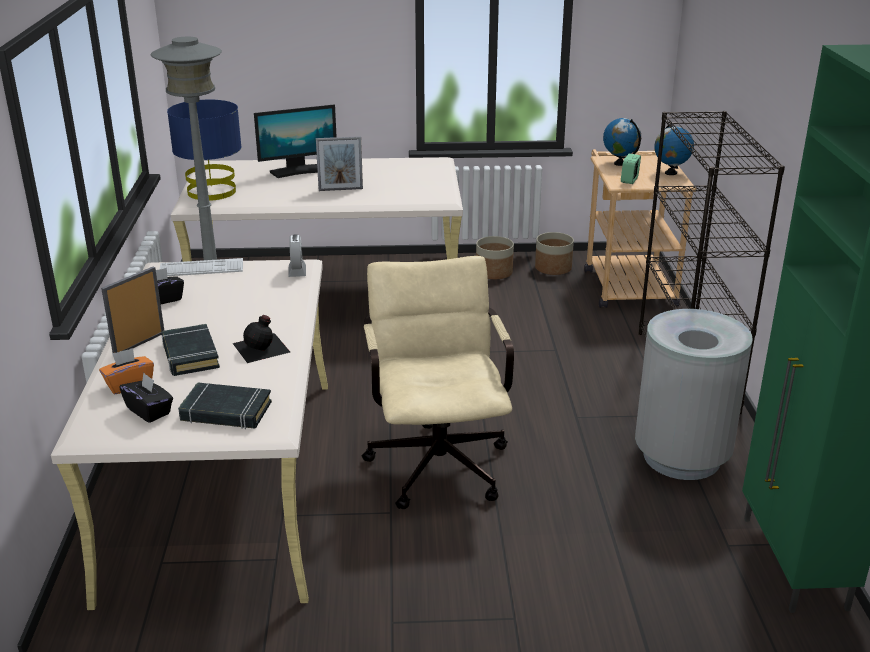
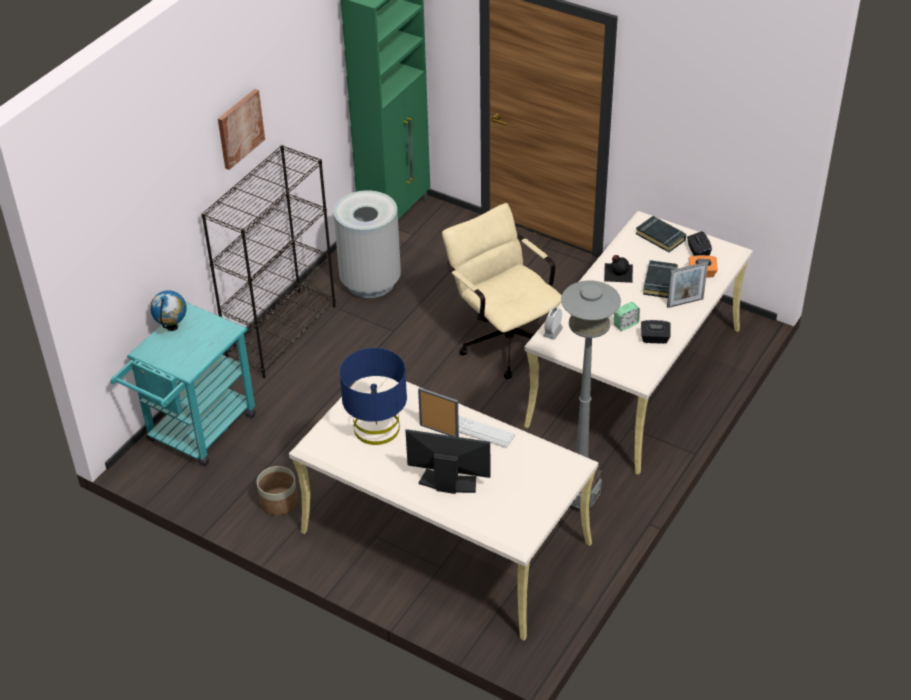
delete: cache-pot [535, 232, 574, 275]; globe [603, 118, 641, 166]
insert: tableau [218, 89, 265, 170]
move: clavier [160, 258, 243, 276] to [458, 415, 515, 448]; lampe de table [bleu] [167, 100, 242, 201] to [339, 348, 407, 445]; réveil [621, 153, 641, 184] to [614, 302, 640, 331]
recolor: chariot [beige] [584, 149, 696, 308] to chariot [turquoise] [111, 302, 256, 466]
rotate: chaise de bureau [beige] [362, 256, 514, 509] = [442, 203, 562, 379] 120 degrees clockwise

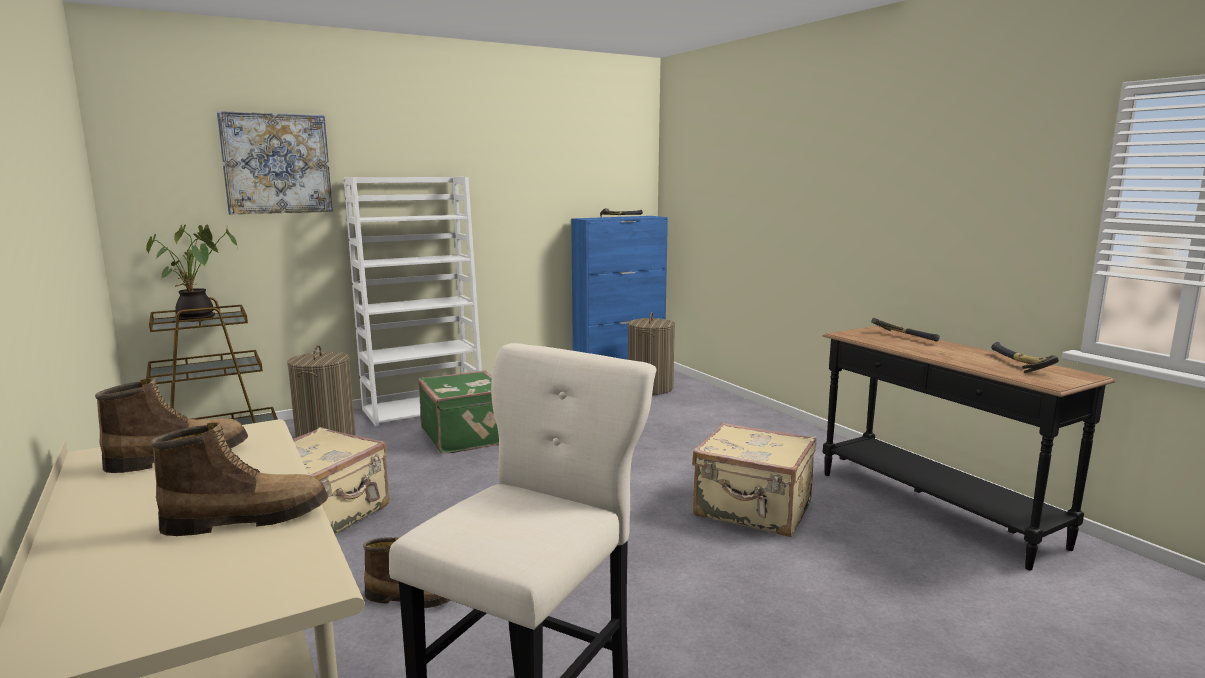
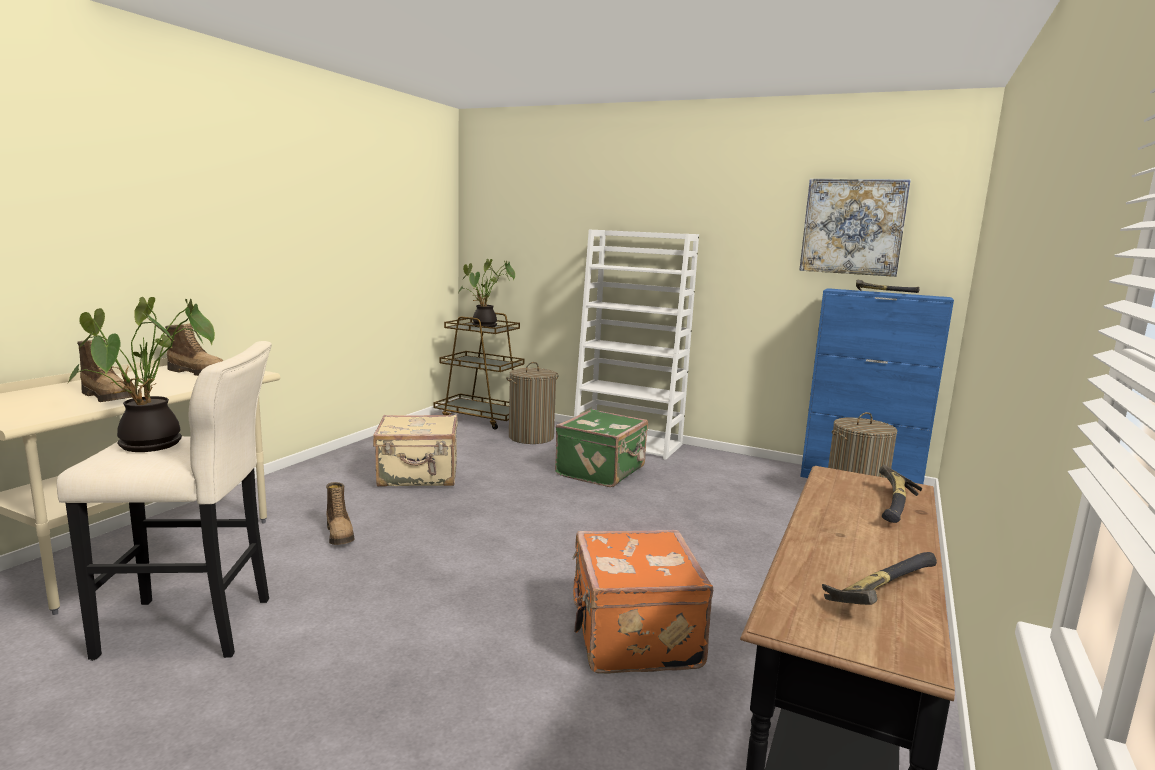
insert: plante en pot [67, 297, 215, 452]
move: tableau [217, 111, 333, 214] to [799, 179, 911, 277]
recolor: valise [beige] [692, 422, 816, 537] to valise [orange] [572, 530, 713, 674]

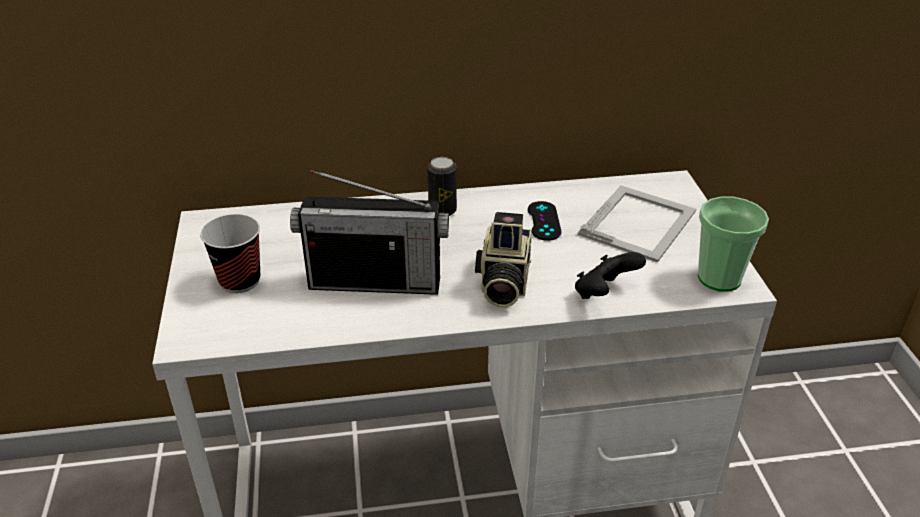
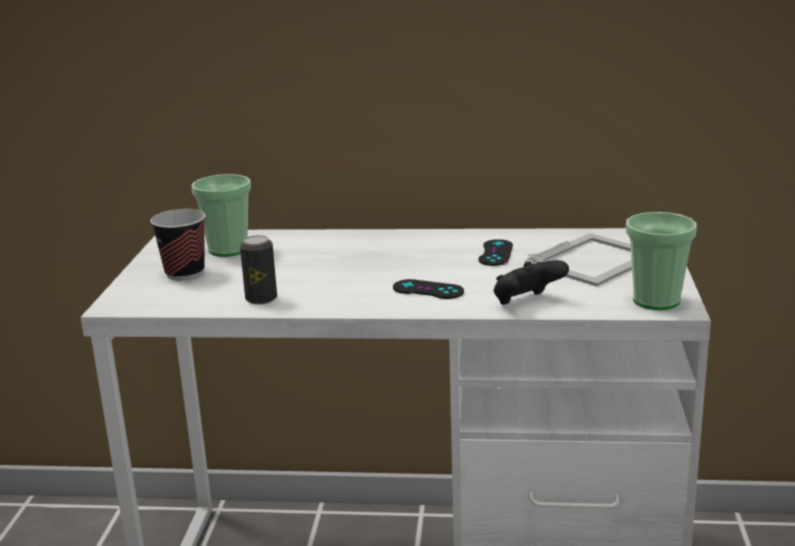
delete: radio [290, 170, 449, 295]
insert: tasse [191, 174, 251, 257]
move: boîte métallique [427, 157, 457, 216] to [240, 235, 277, 305]
replace: appareil photo [475, 212, 532, 307] to manette [noir] [393, 279, 464, 299]

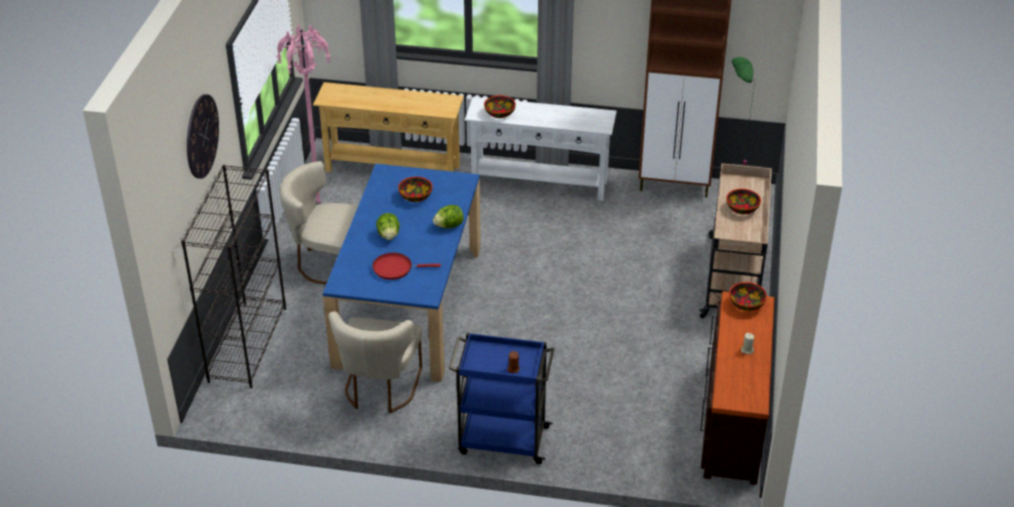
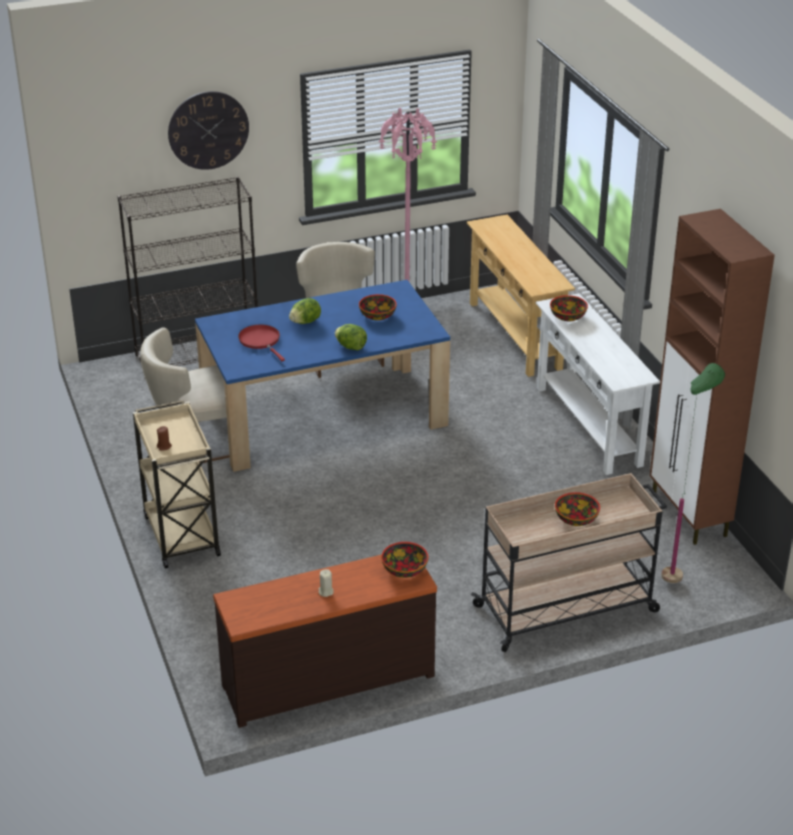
recolor: chariot [bleu] [449, 333, 554, 464] to chariot [beige] [133, 400, 221, 568]

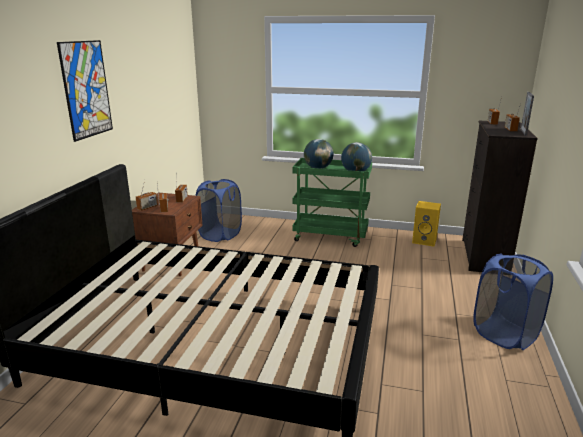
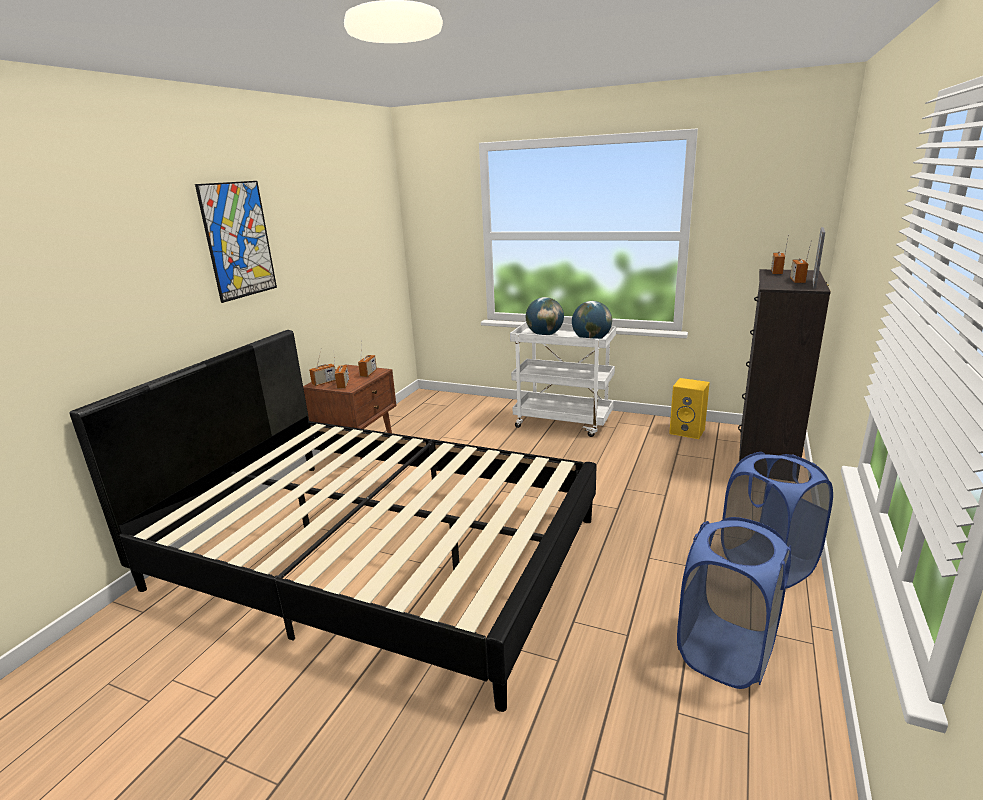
move: panier à linge [bleu] [196, 179, 242, 242] to [677, 517, 791, 689]
recolor: chariot [vert] [293, 158, 372, 247] to chariot [blanc] [510, 322, 616, 437]

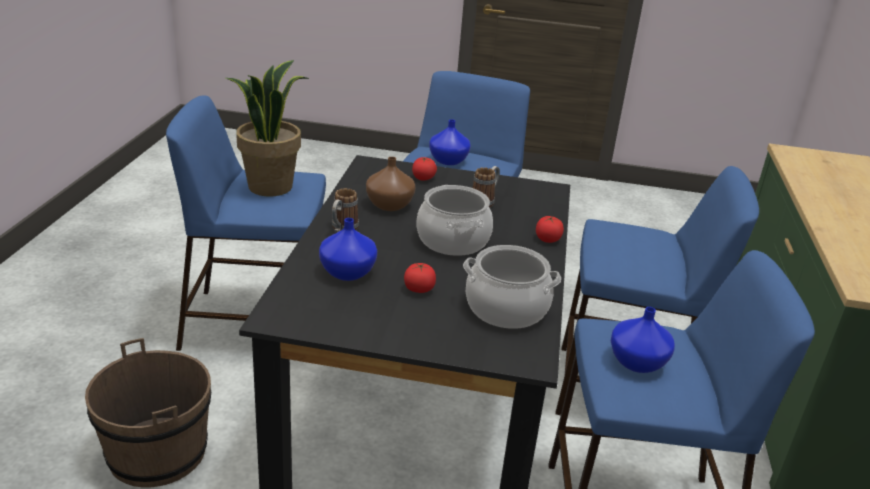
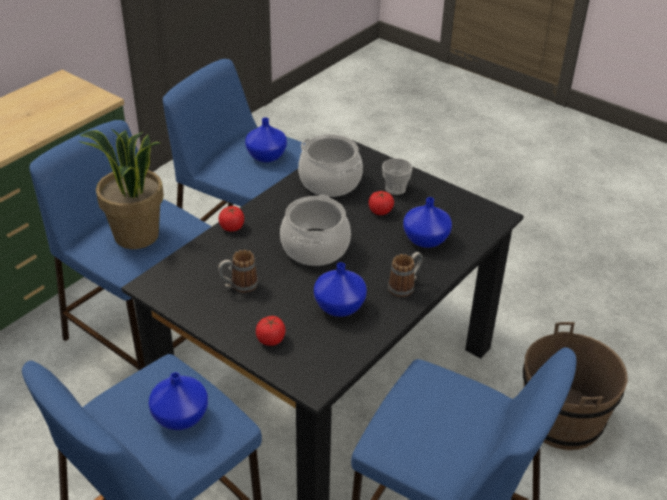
insert: tasse [382, 158, 413, 195]
move: plante en pot [226, 60, 310, 197] to [78, 129, 164, 249]
recolor: vase [marron] [366, 157, 415, 211] to vase [bleu] [314, 262, 367, 317]

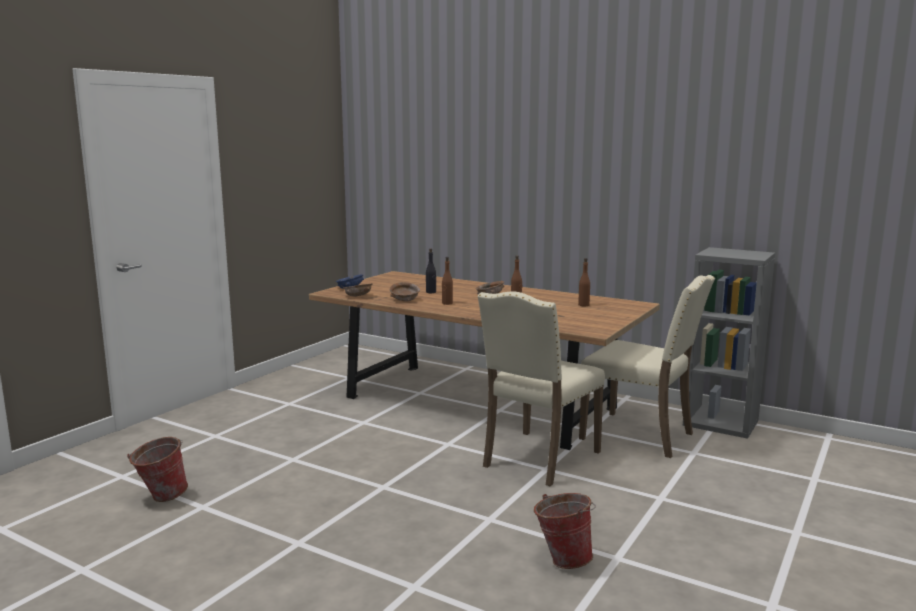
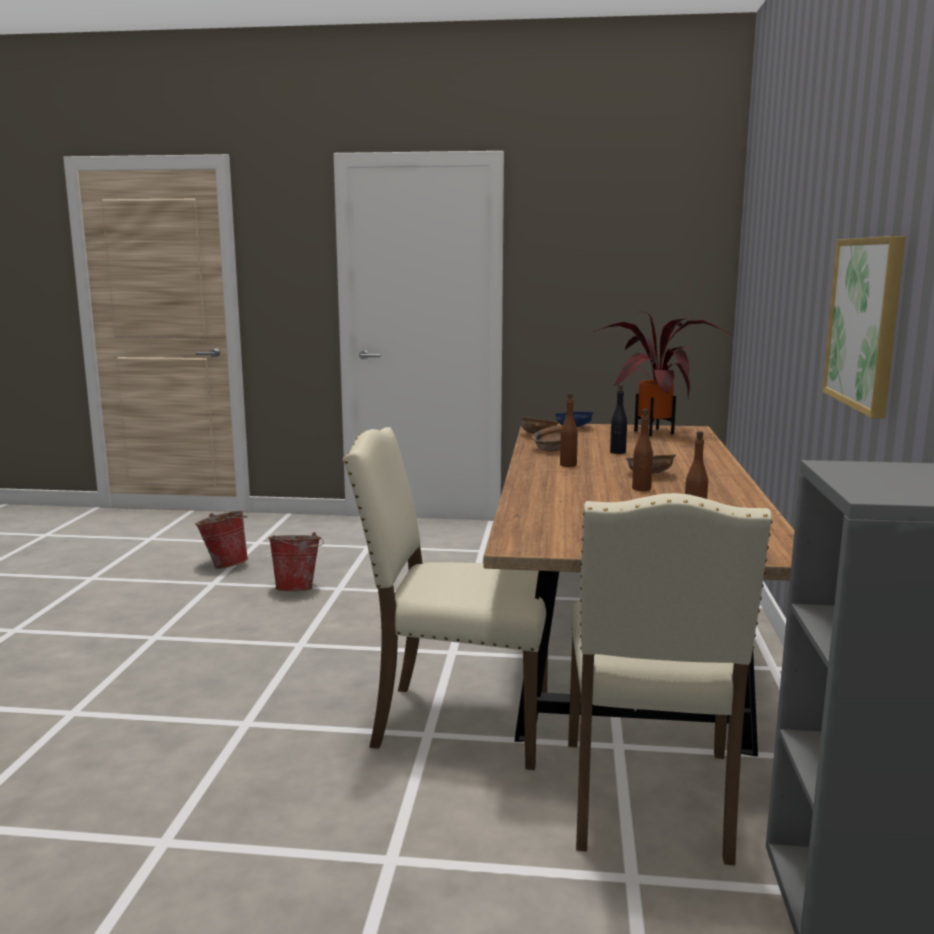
insert: plante en pot [593, 311, 733, 436]; tableau [822, 236, 905, 418]
move: seau [534, 493, 596, 569] to [268, 532, 324, 591]

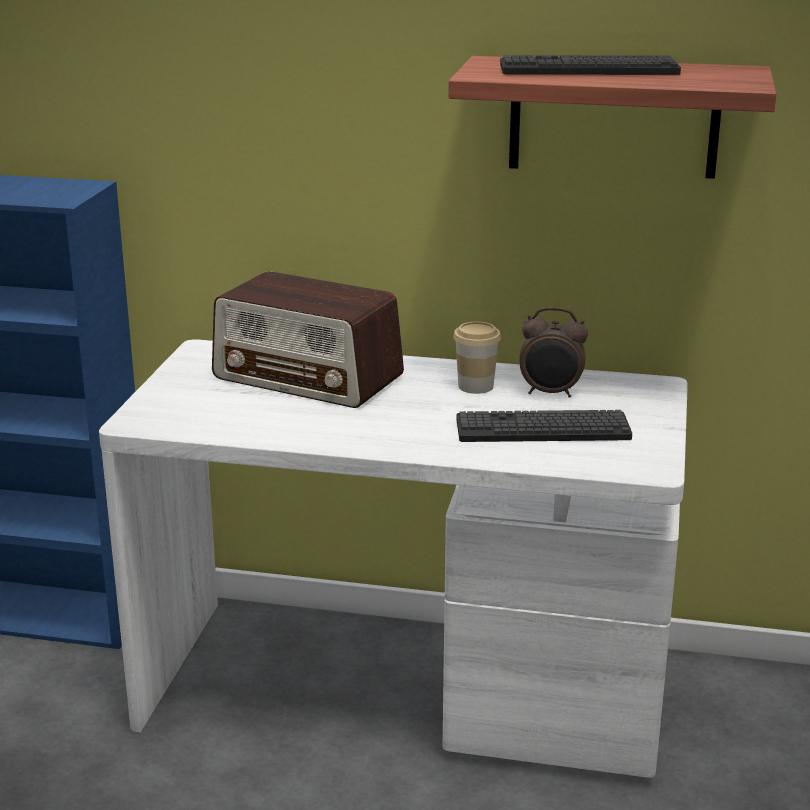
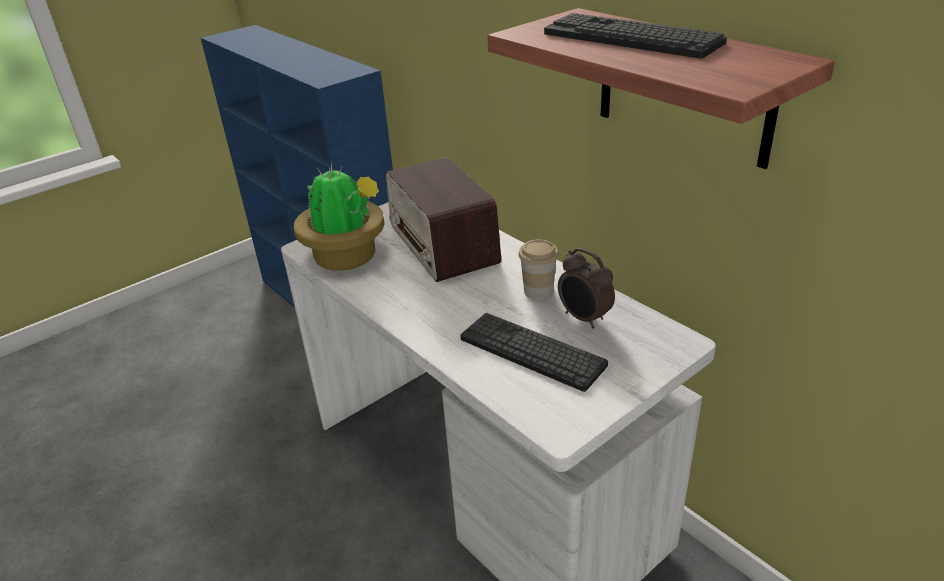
insert: plante en pot [294, 164, 385, 271]

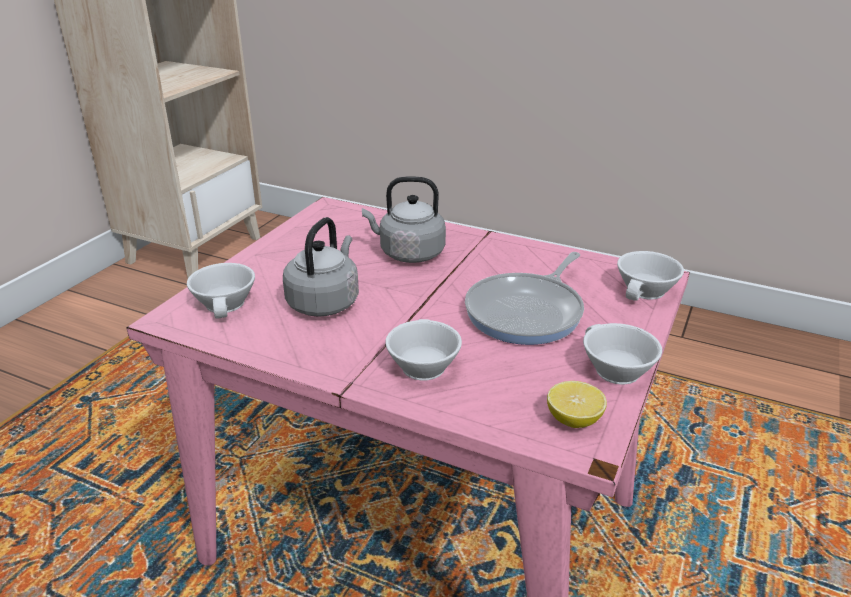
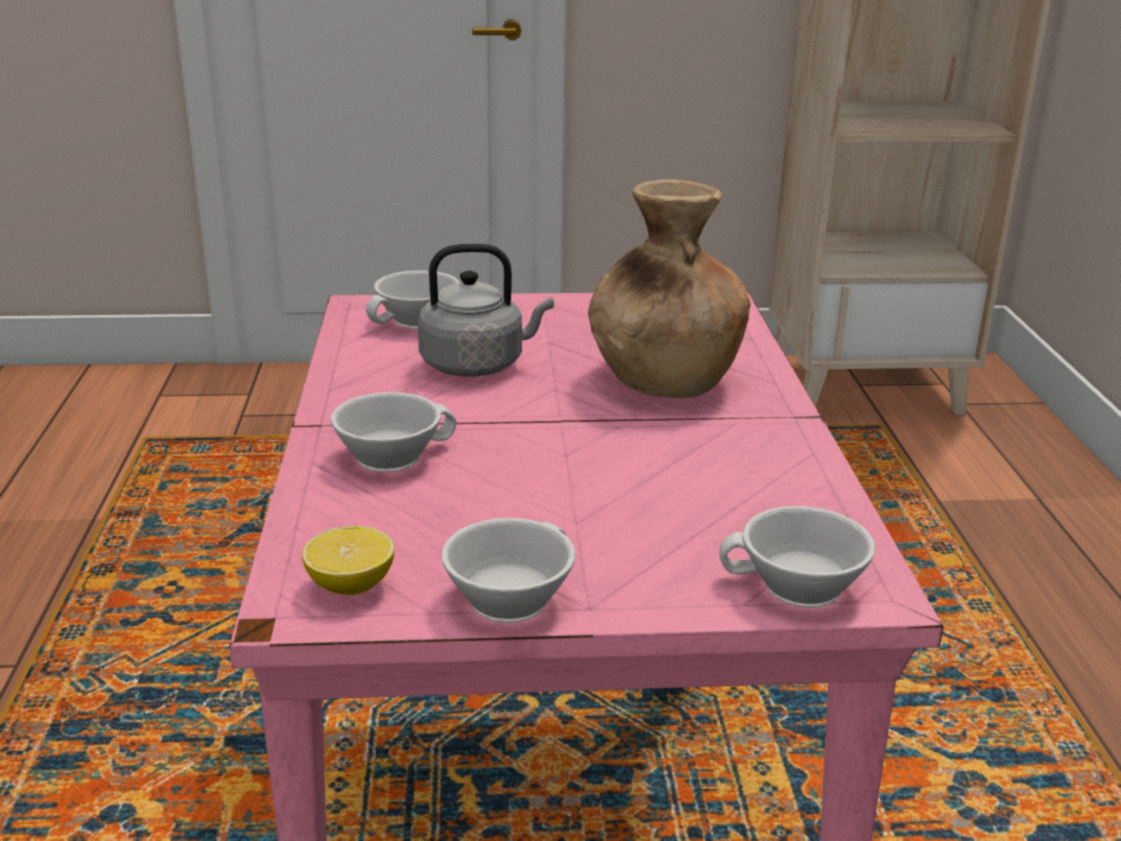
delete: poêle [465, 252, 584, 345]
replace: bouilloire [gris] [362, 176, 446, 263] to vase [marron] [588, 179, 751, 398]

